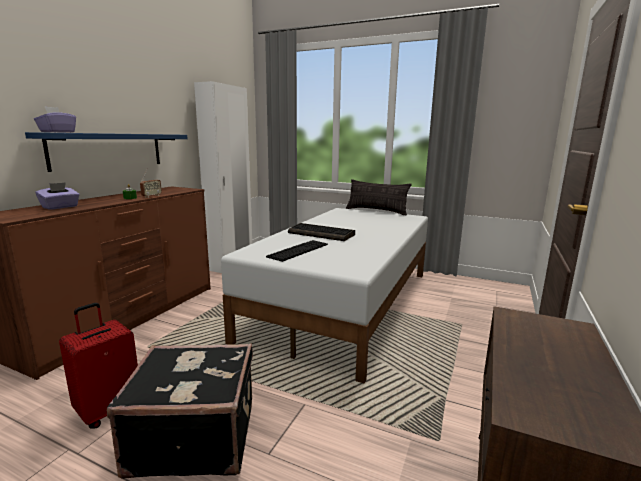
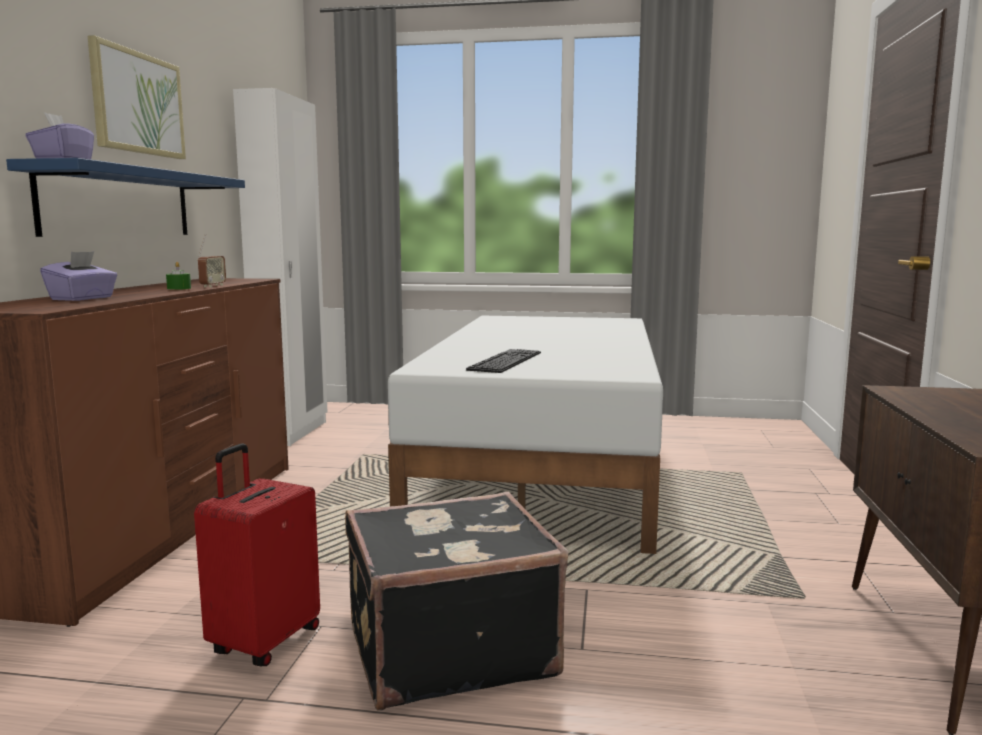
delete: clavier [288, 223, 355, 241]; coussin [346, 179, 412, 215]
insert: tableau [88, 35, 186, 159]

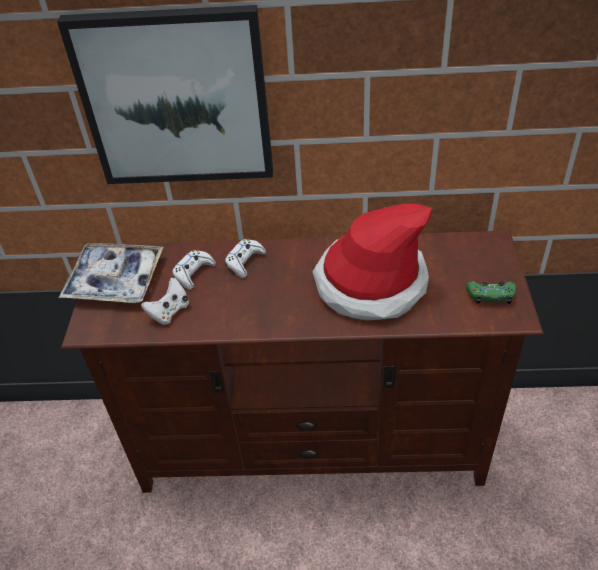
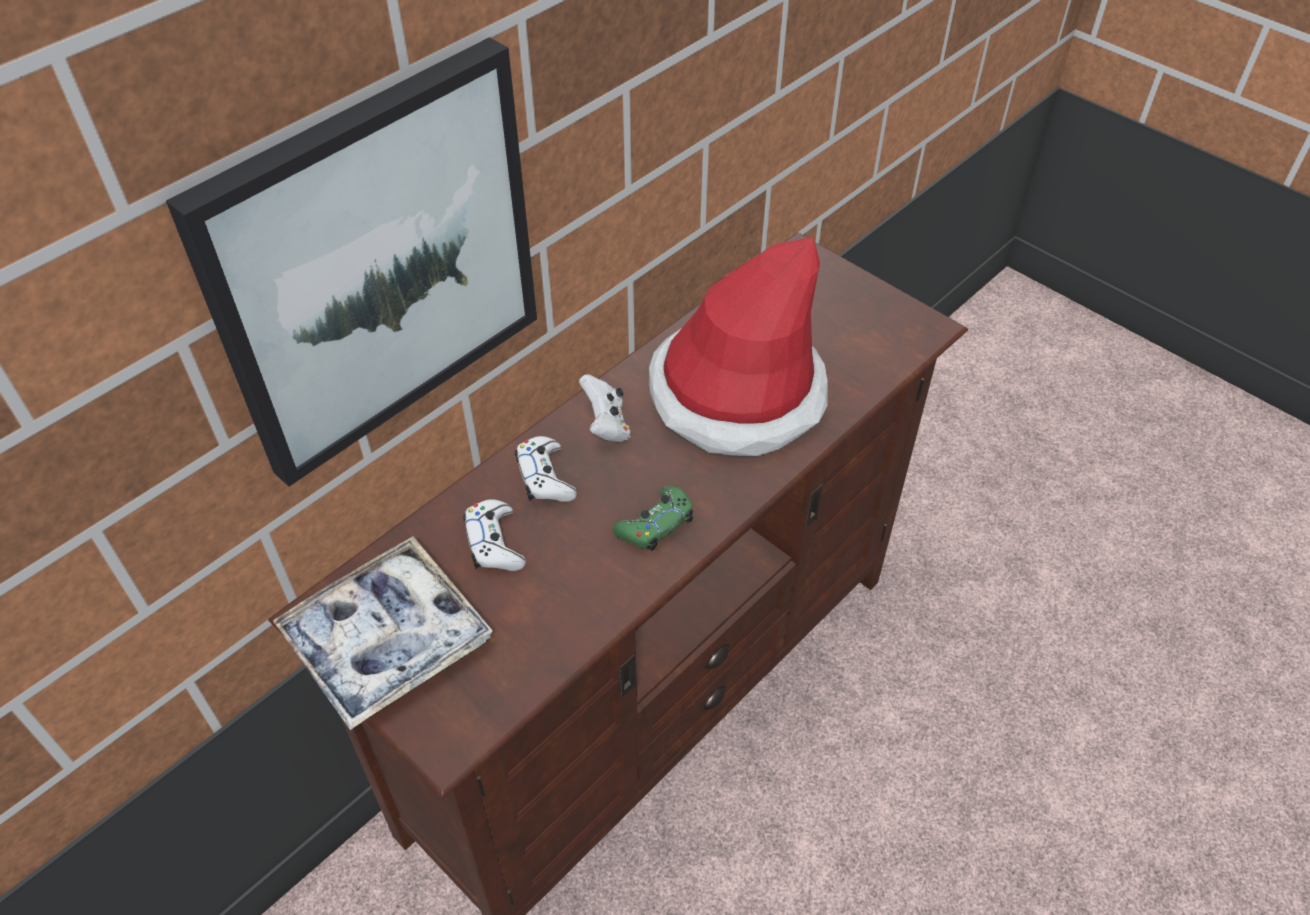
move: manette [blanc] [141, 278, 189, 325] to [579, 374, 631, 442]; manette [vert] [466, 281, 516, 304] to [613, 486, 693, 551]

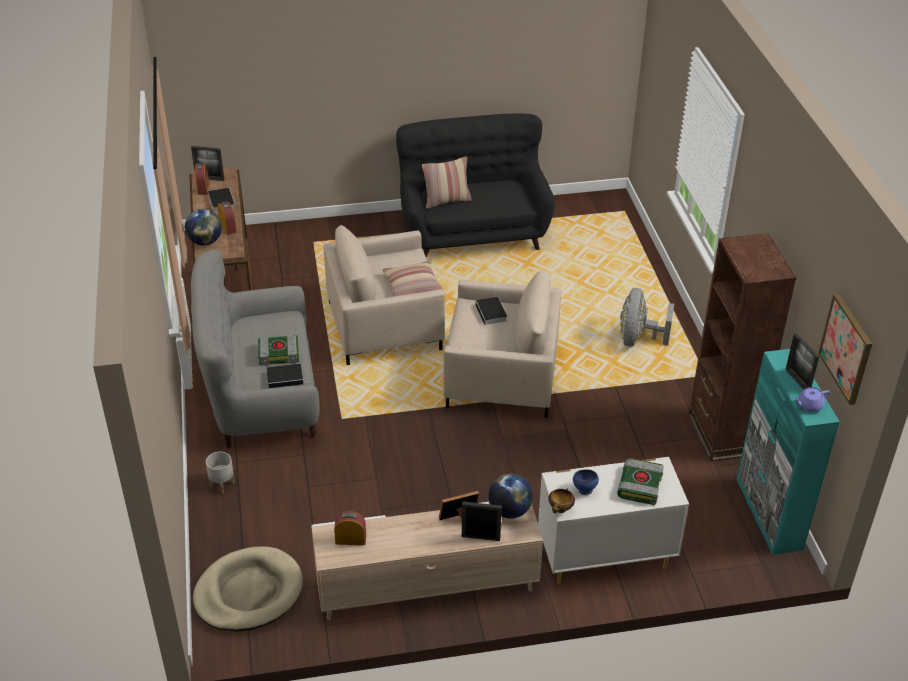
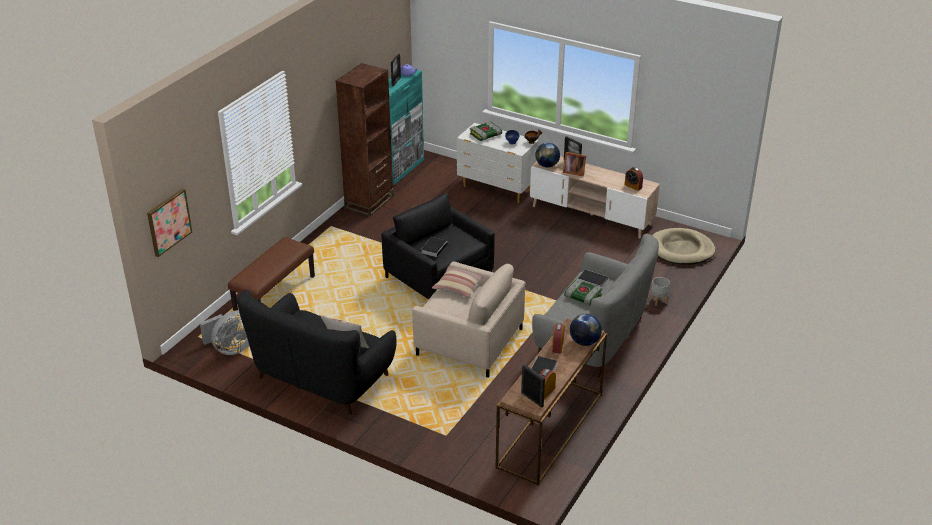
insert: banc [marron] [228, 237, 315, 311]
move: ventilateur [gris] [620, 288, 674, 347] to [200, 310, 249, 355]; tableau [818, 293, 872, 405] to [147, 188, 192, 257]
recolor: fauteuil [beige] [443, 271, 562, 418] to fauteuil [noir] [381, 193, 495, 299]

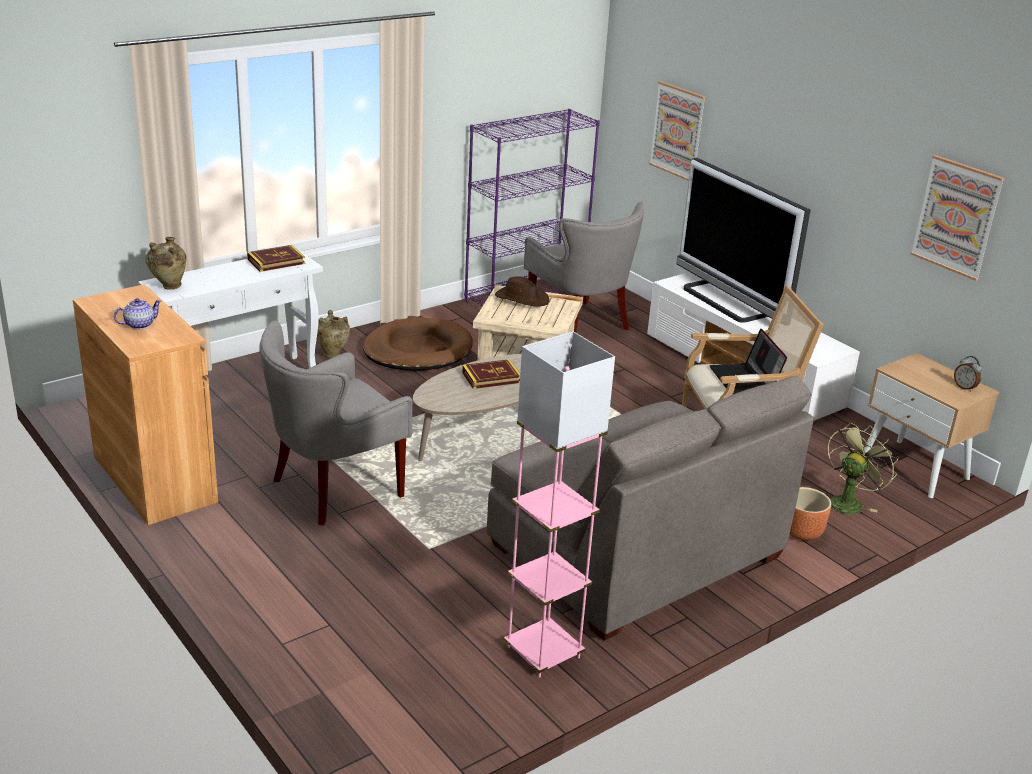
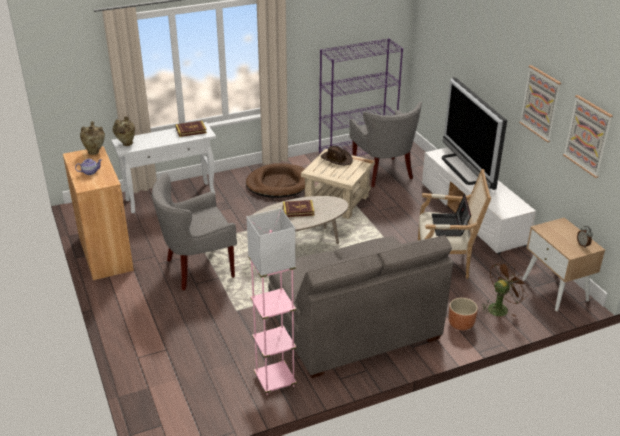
move: vase [beige] [317, 310, 350, 358] to [80, 121, 105, 155]; tableau [649, 81, 706, 181] to [519, 65, 561, 142]
recolor: ventilateur [vert] [823, 423, 899, 514] to ventilateur [marron] [482, 261, 528, 317]

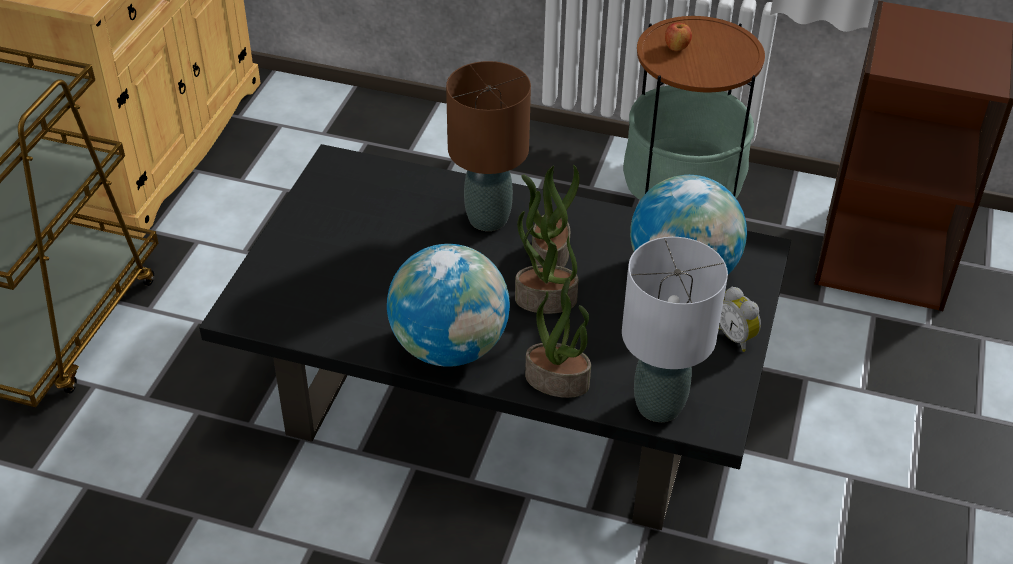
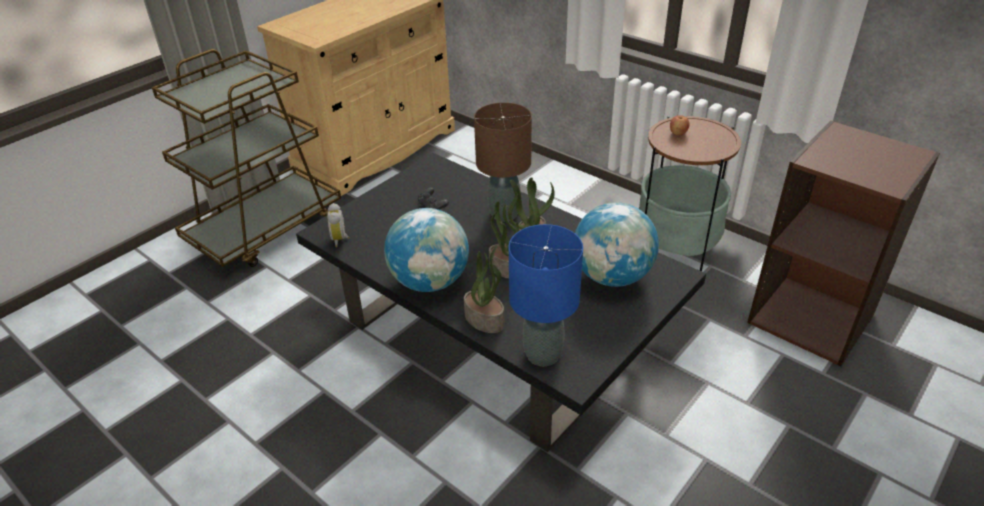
insert: manette [noir] [418, 187, 449, 210]
move: réveil [719, 287, 761, 352] to [327, 203, 350, 247]
recolor: lampe de table [gris] [622, 237, 728, 422] to lampe de table [bleu] [509, 224, 583, 366]

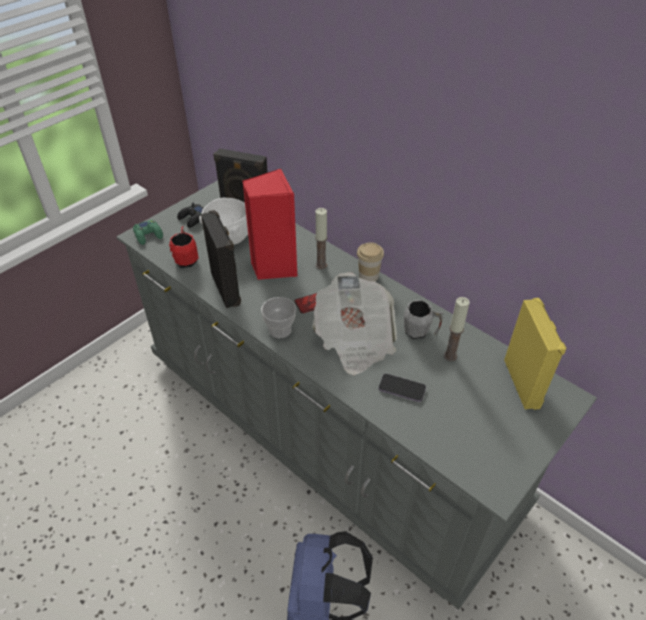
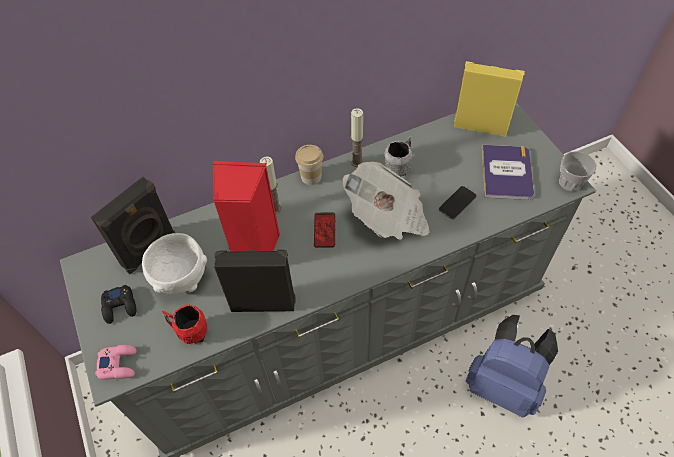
insert: livre [482, 145, 534, 200]
move: tasse [261, 297, 296, 338] to [559, 151, 597, 191]; bougie [444, 297, 470, 361] to [351, 108, 364, 167]
recolor: manette [vert] [133, 220, 163, 245] to manette [rose] [95, 345, 137, 380]

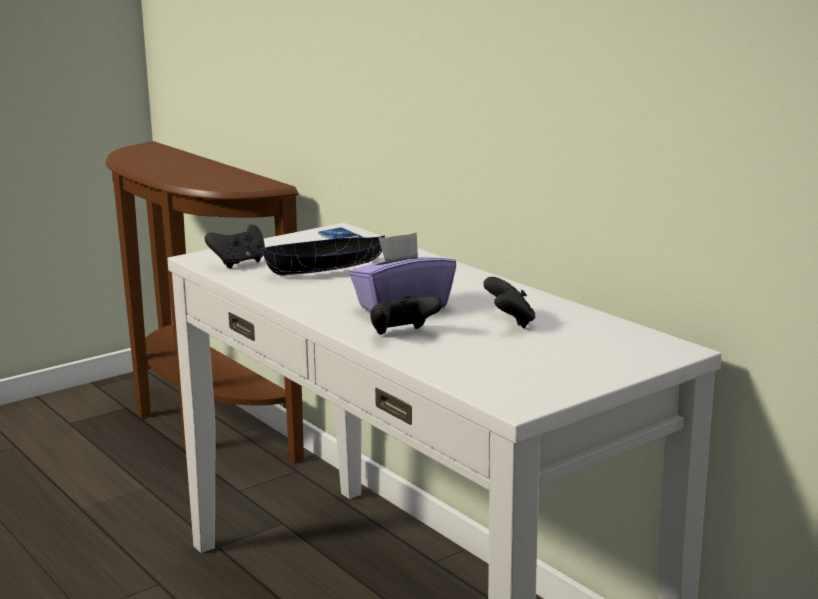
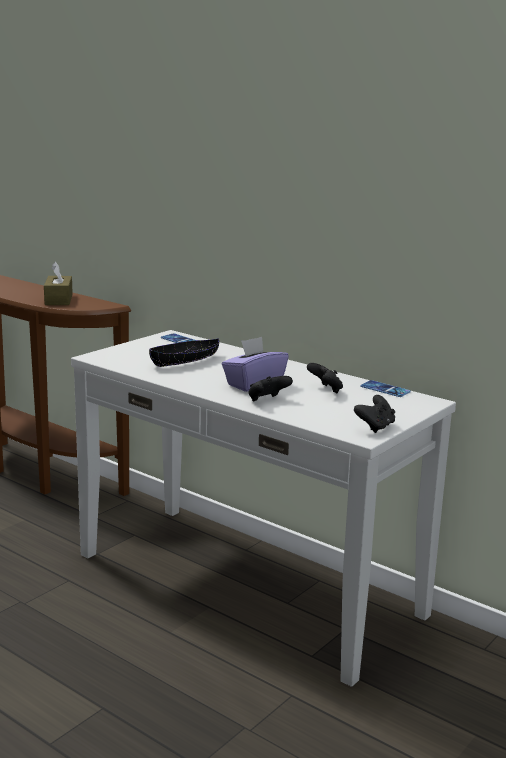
insert: boîte à mouchoirs [marron] [44, 262, 73, 305]; téléphone [360, 380, 411, 397]
move: manette [noir] [205, 224, 265, 269] to [354, 395, 395, 433]

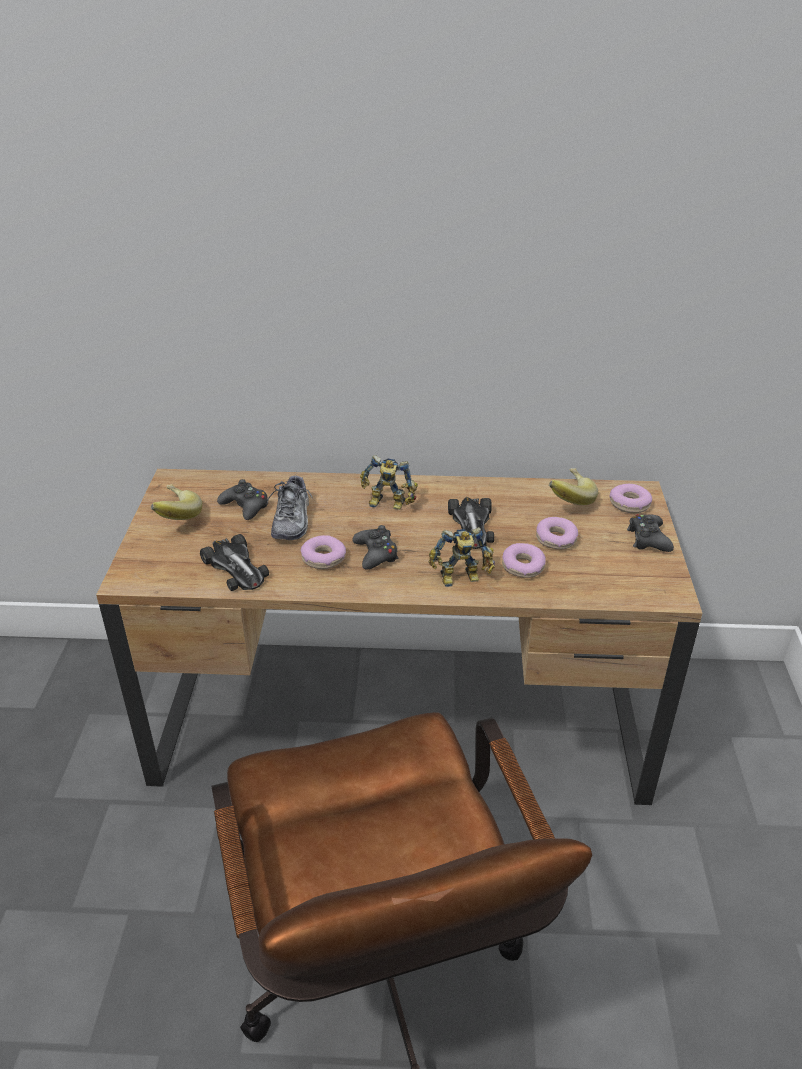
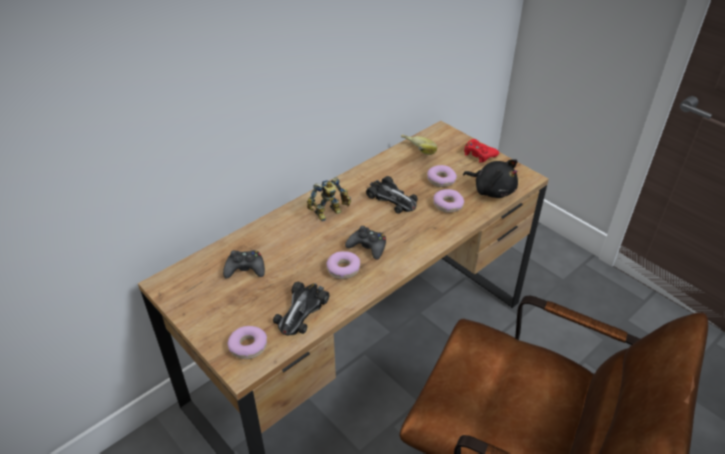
delete: banane [151, 484, 202, 520]; chaussure [267, 476, 313, 540]; robot jouet [429, 527, 495, 587]
insert: peluche [noir] [463, 159, 518, 198]
move: beignet [609, 484, 652, 513] to [227, 326, 267, 359]
recolor: manette [noir] [627, 514, 674, 552] to manette [rouge] [464, 139, 499, 163]
rotate: petite voiture [200, 534, 269, 591] = [273, 282, 329, 336] 105 degrees clockwise

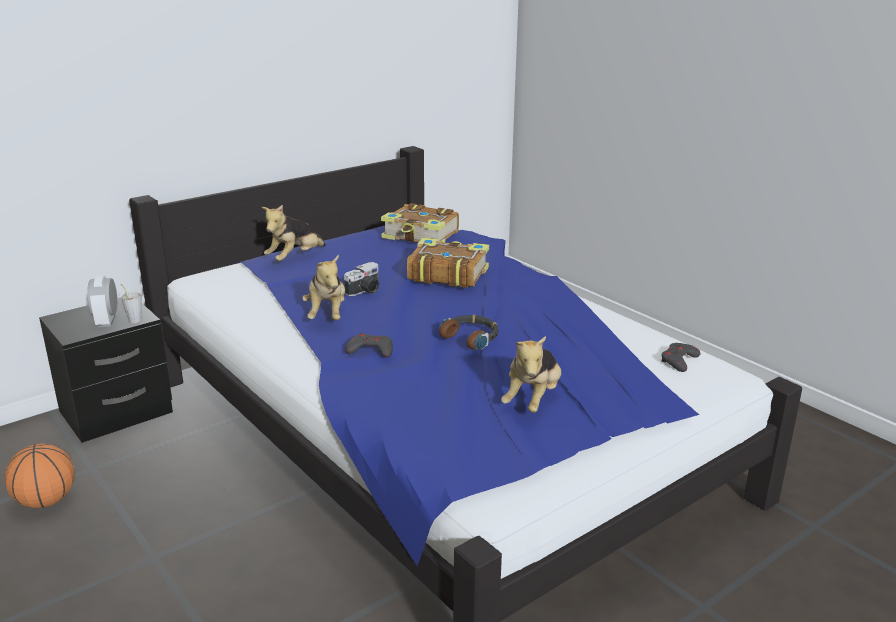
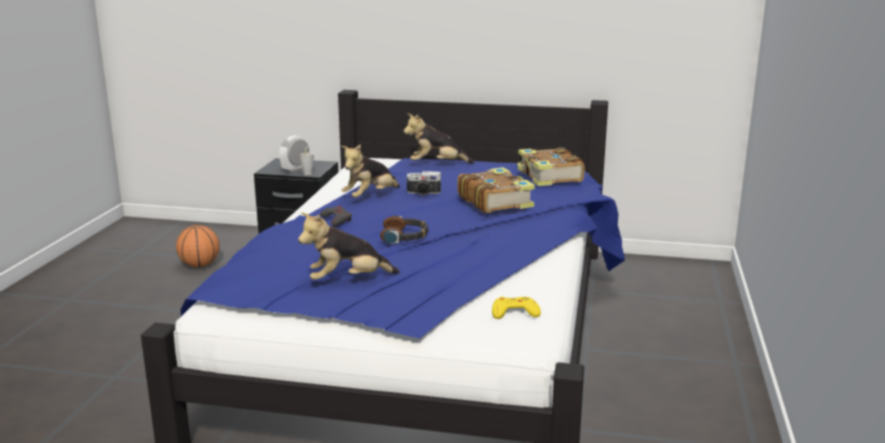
recolor: manette [gris] [661, 343, 701, 372] to manette [jaune] [492, 296, 541, 319]

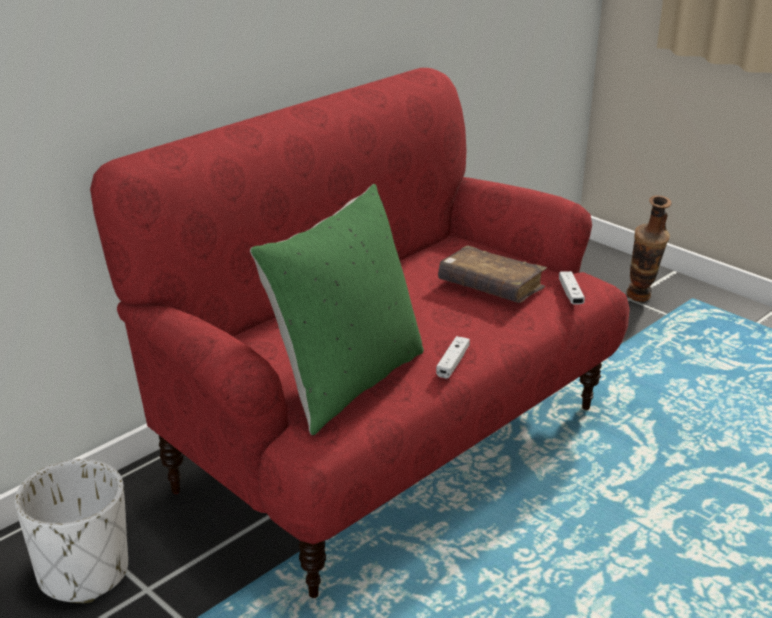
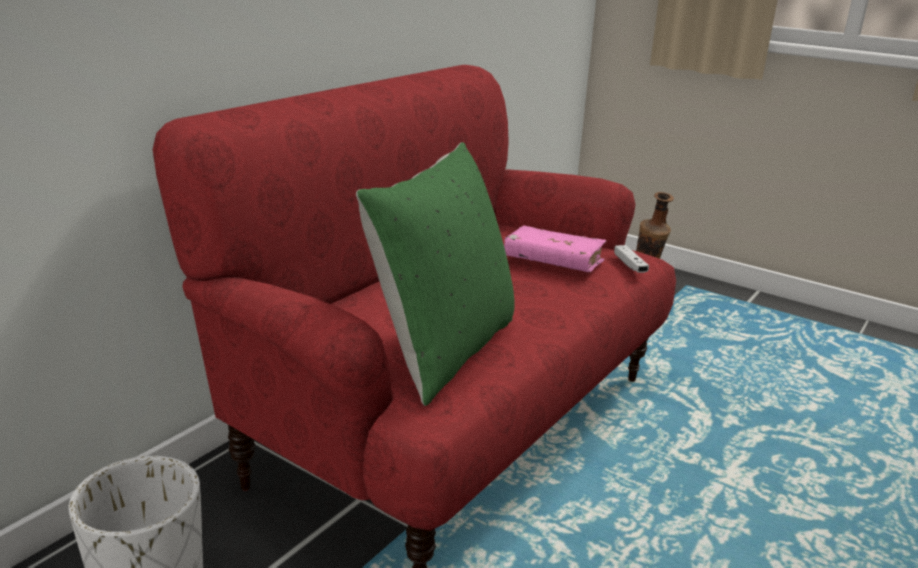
delete: manette [blanc] [436, 336, 470, 379]
recolor: livre [marron] [438, 246, 547, 303] to livre [rose] [504, 226, 606, 272]

